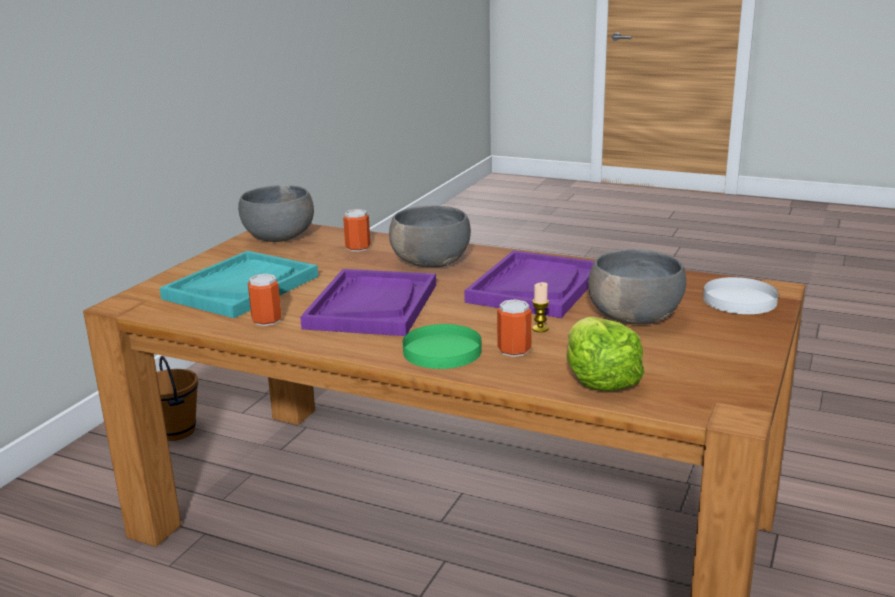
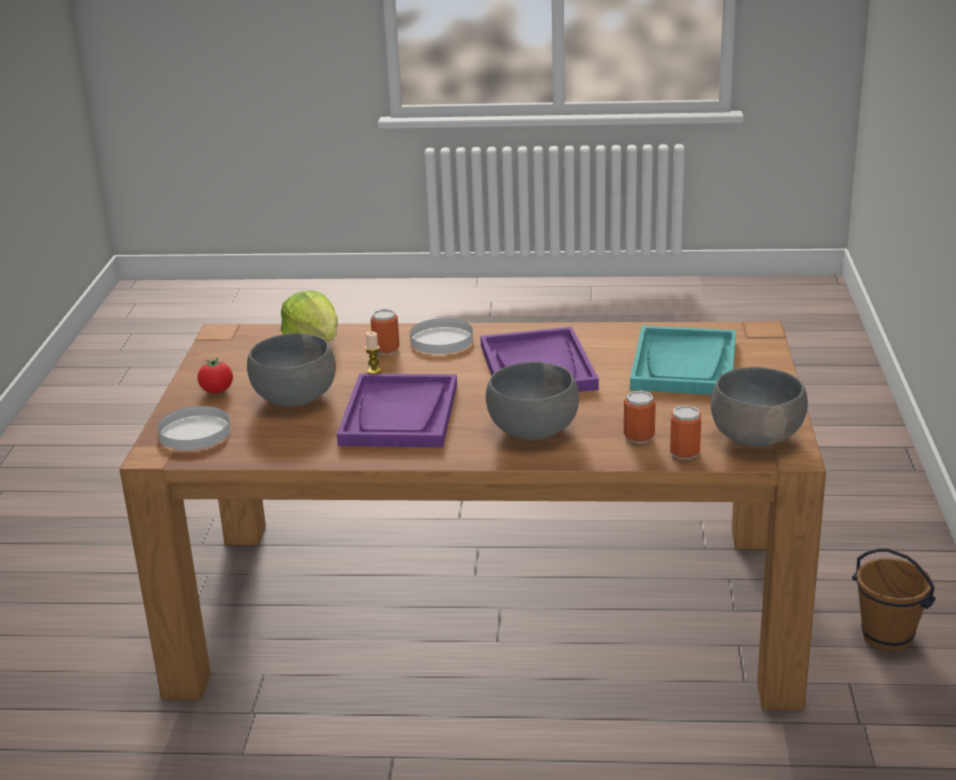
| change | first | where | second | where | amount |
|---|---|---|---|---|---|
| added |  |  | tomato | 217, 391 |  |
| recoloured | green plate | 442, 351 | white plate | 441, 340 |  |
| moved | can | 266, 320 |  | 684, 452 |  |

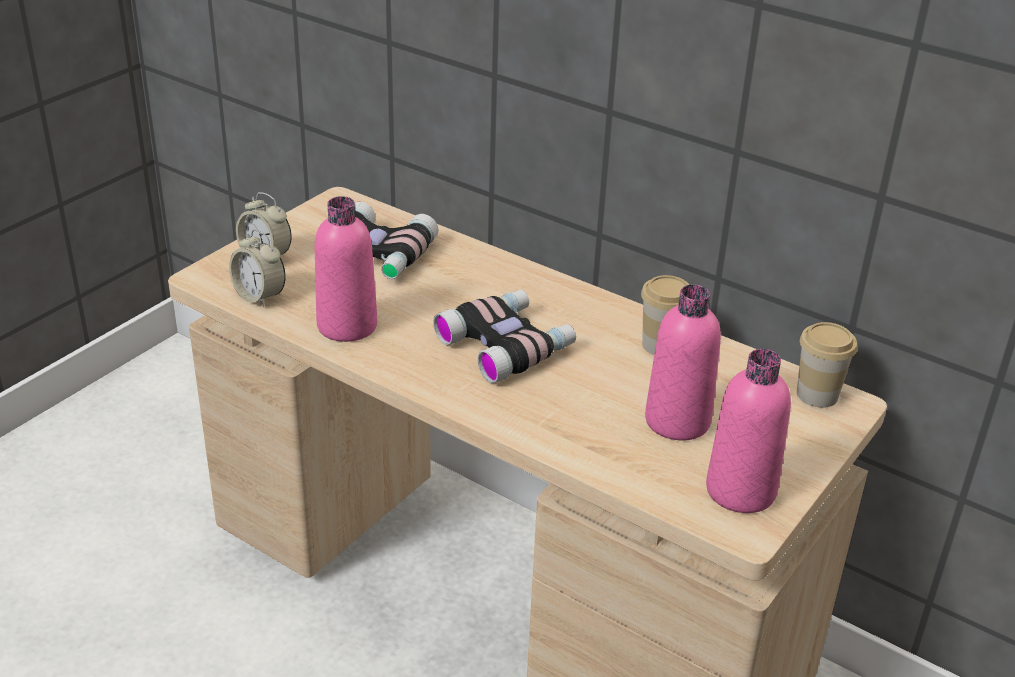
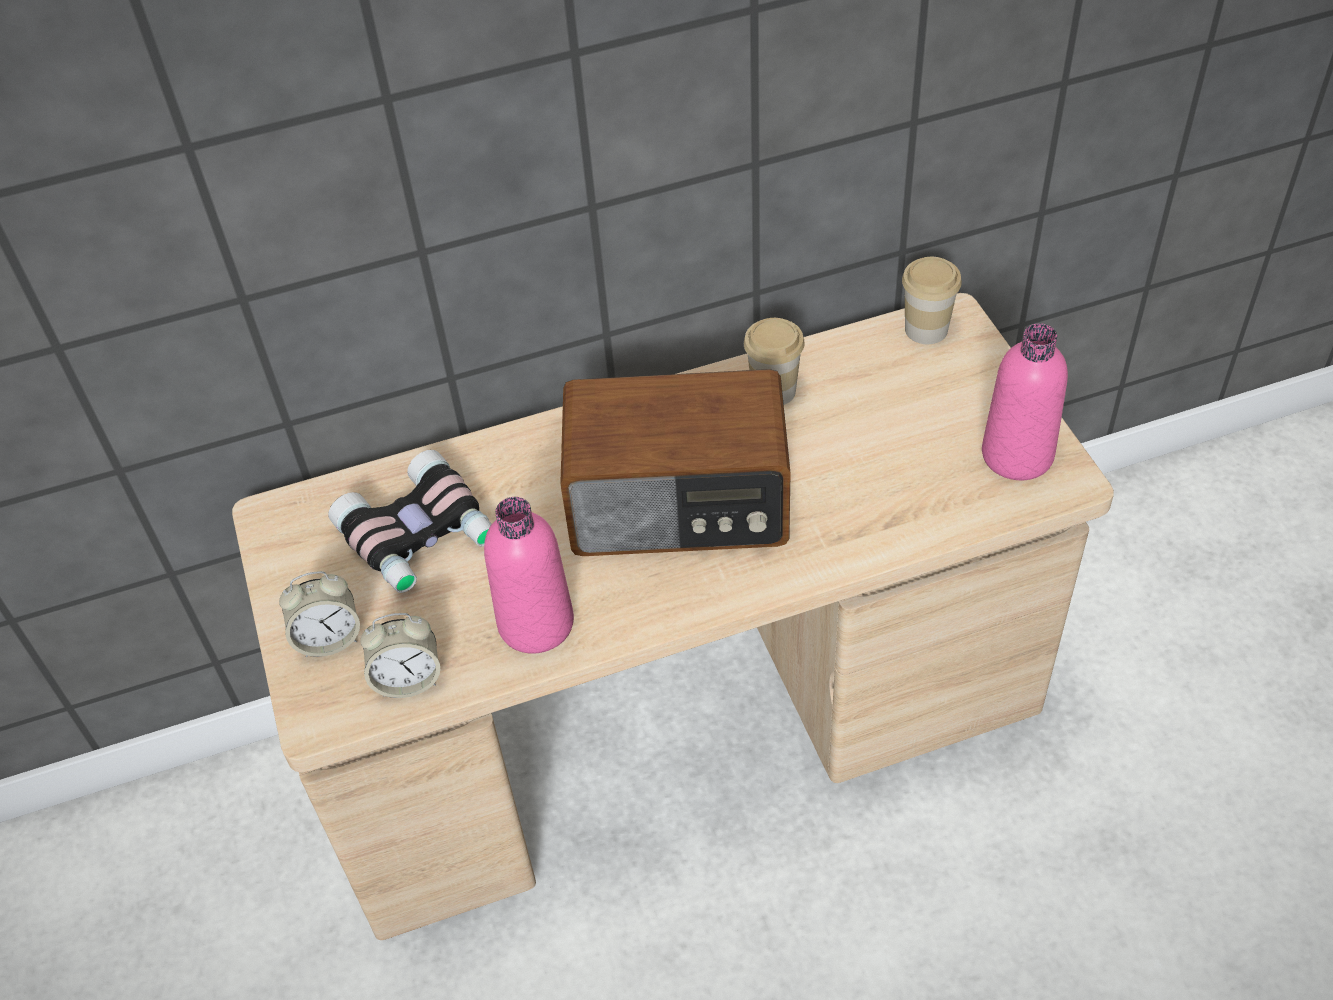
| change | first | where | second | where | amount |
|---|---|---|---|---|---|
| replaced | binoculars | 507, 345 | radio | 680, 505 |  |
| removed | pink bottle | 677, 421 |  |  |  |

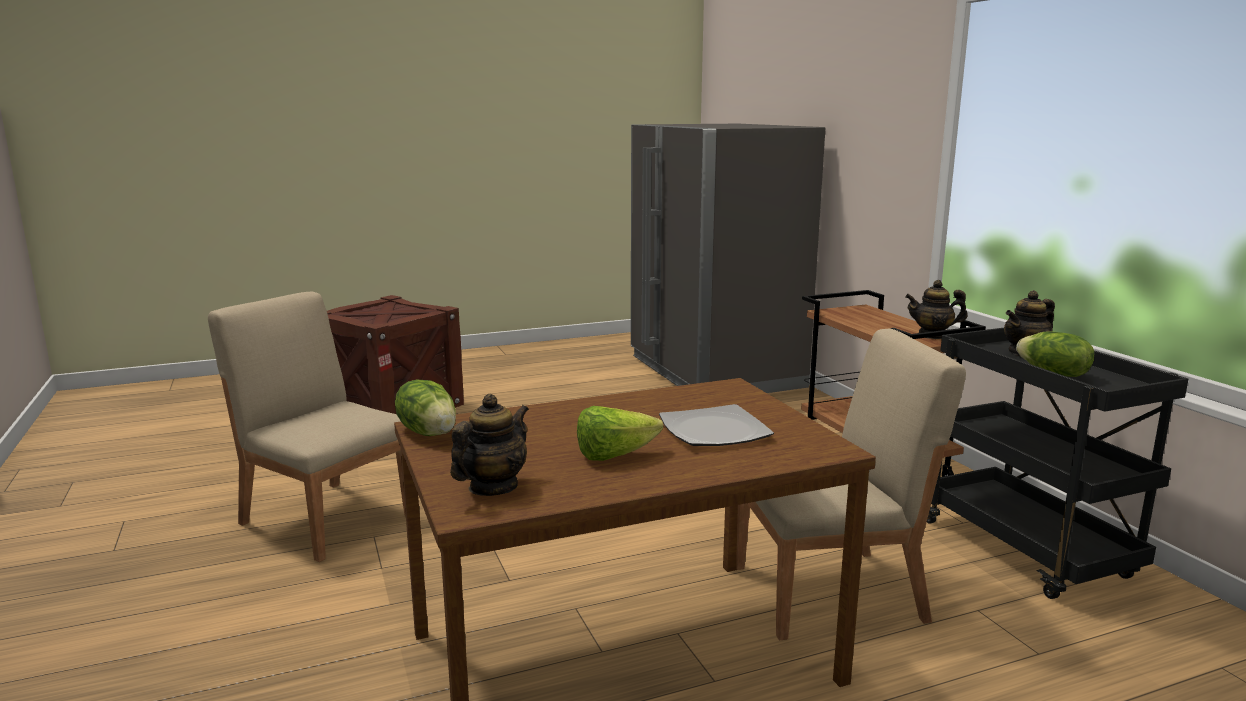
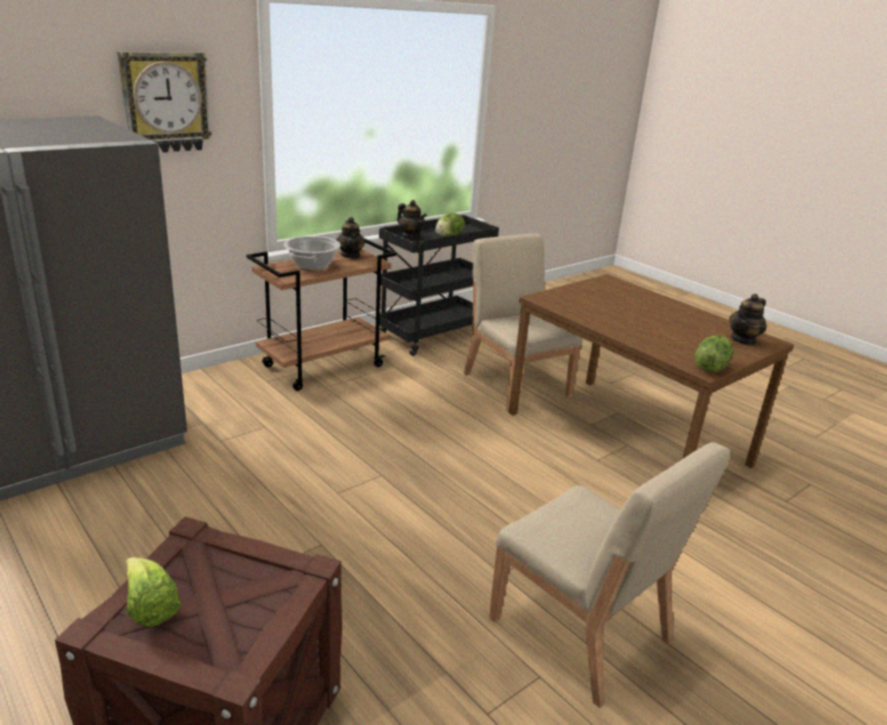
| change | first | where | second | where | amount |
|---|---|---|---|---|---|
| added |  |  | wall clock | 165, 102 |  |
| moved | lettuce | 614, 456 |  | 150, 608 |  |
| added |  |  | cooking pot | 312, 265 |  |
| turned | beige chair | 326, 518 |  | 581, 632 | 60 degrees counterclockwise |
| turned | teapot | 492, 487 |  | 743, 340 | 60 degrees counterclockwise |
| removed | plate | 715, 430 |  |  |  |

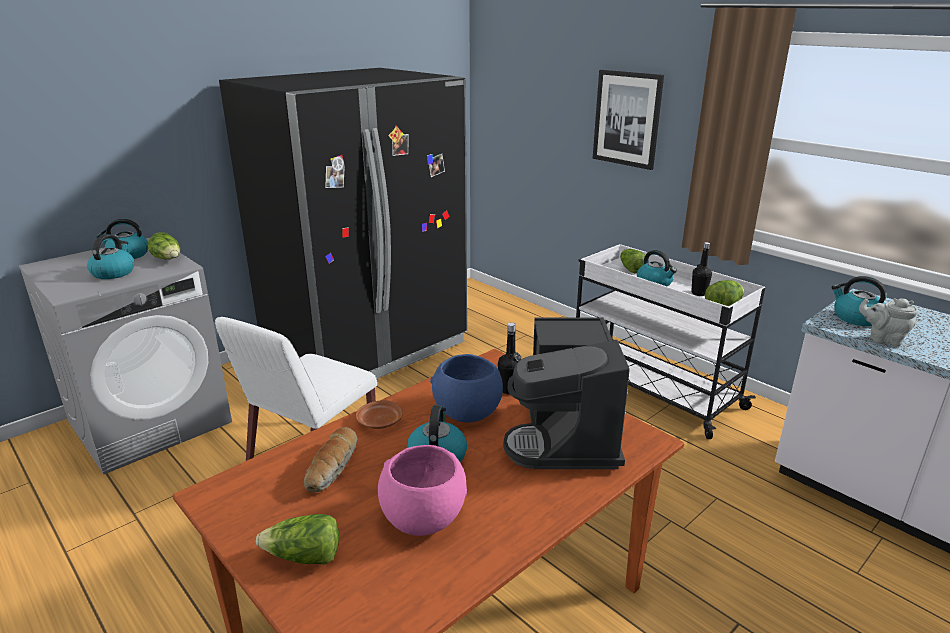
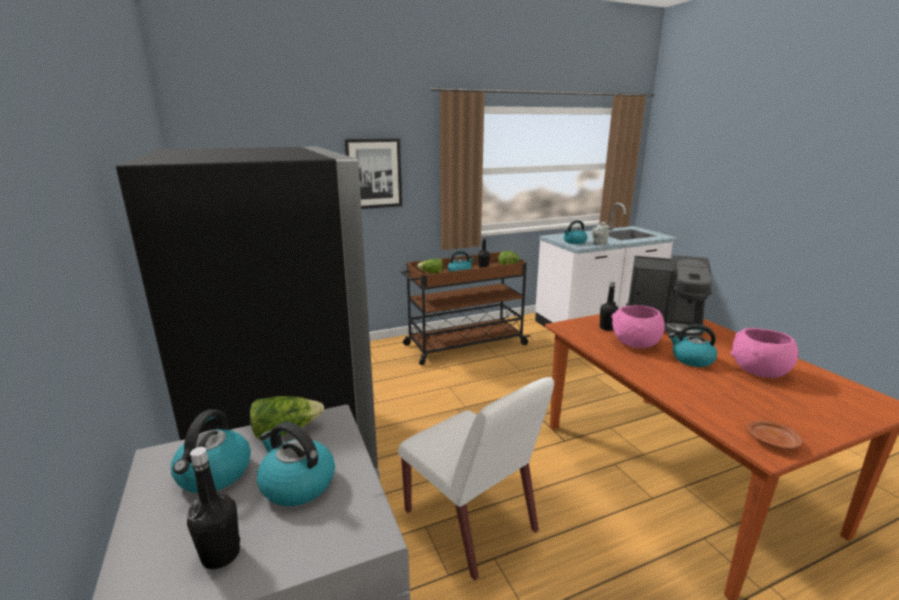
| change | first | where | second | where | amount |
|---|---|---|---|---|---|
| added |  |  | black bottle | 221, 555 |  |
| recoloured | white cart | 650, 388 | brown cart | 464, 345 |  |
| recoloured | blue bowl | 466, 411 | pink bowl | 635, 344 |  |
| moved | brown plate | 379, 422 |  | 772, 441 |  |
| removed | lettuce | 304, 557 |  |  |  |
| removed | bread | 333, 468 |  |  |  |

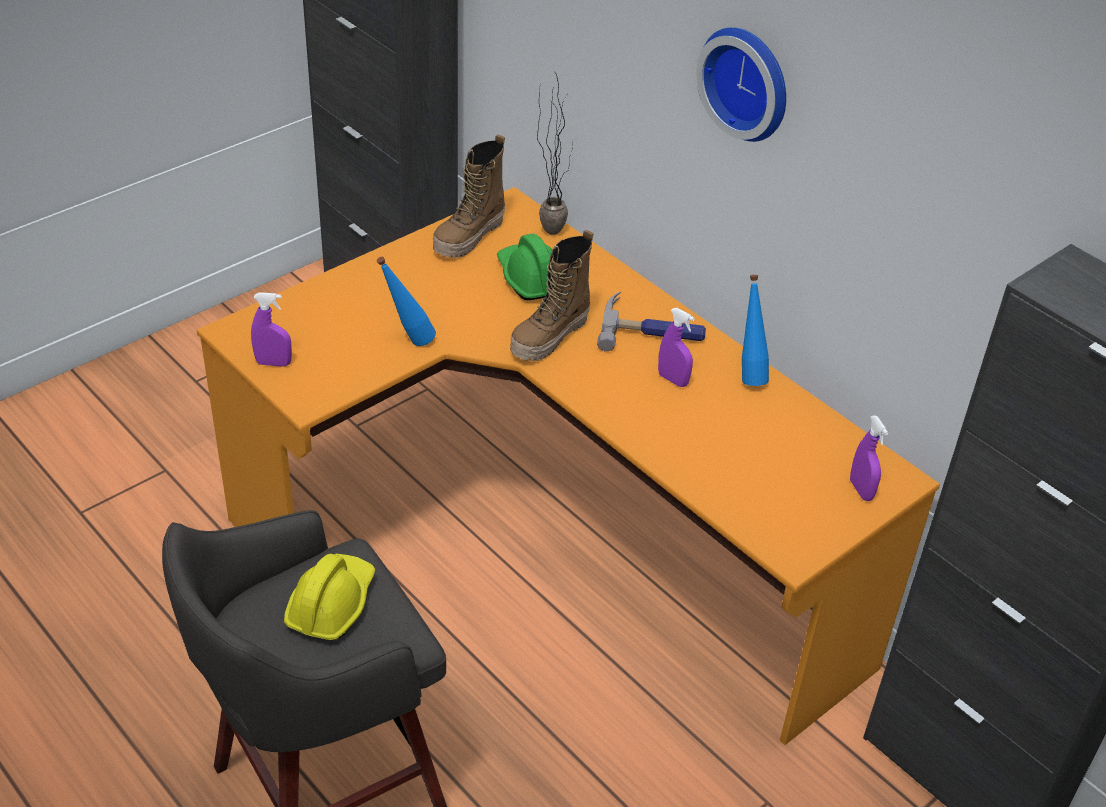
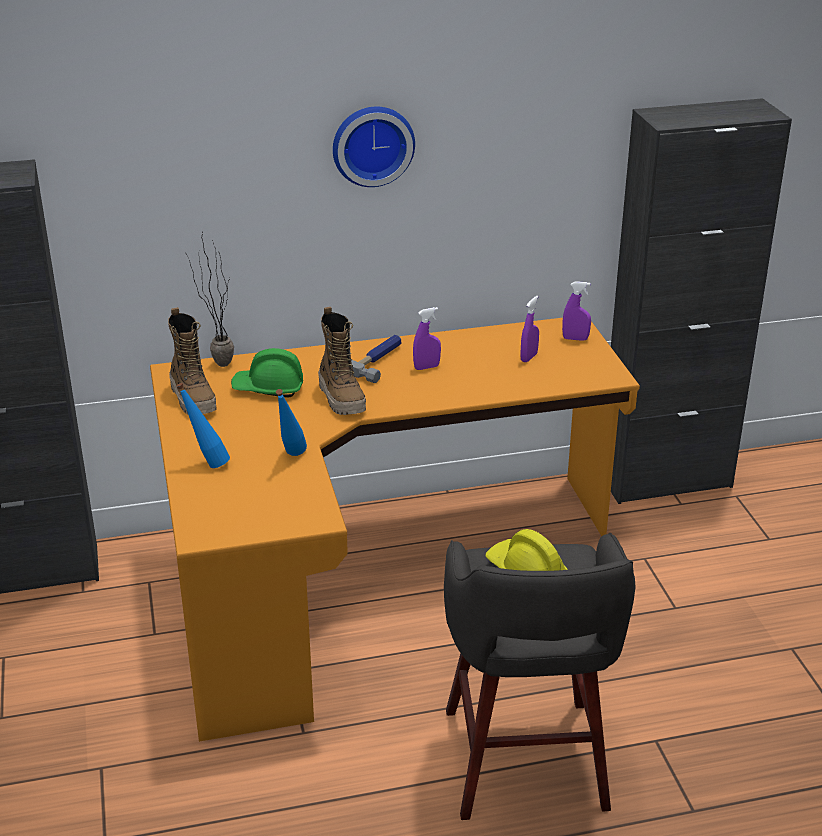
| change | first | where | second | where | amount |
|---|---|---|---|---|---|
| moved | blue bottle | 748, 374 |  | 207, 463 |  |
| moved | purple spray bottle | 273, 363 |  | 529, 357 |  |

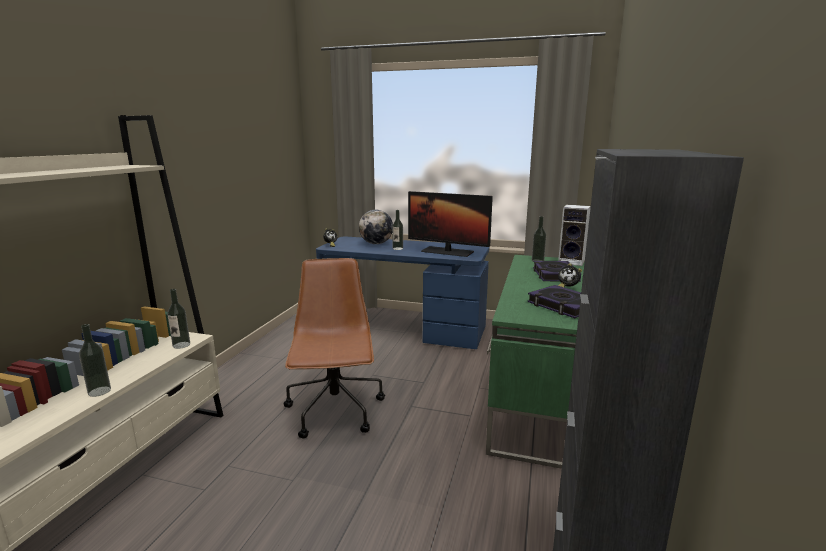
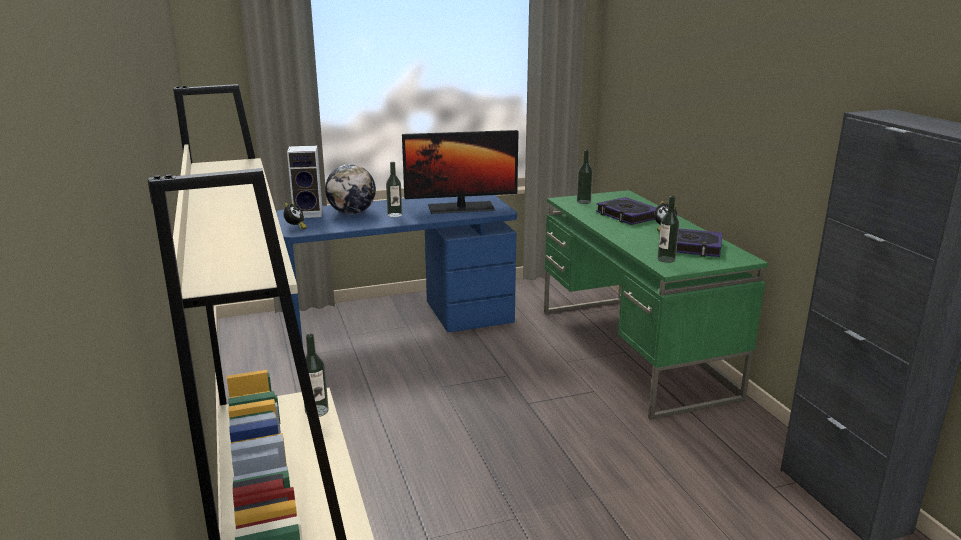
| change | first | where | second | where | amount |
|---|---|---|---|---|---|
| moved | speaker | 572, 262 |  | 309, 213 |  |
| moved | bottle | 99, 391 |  | 666, 259 |  |
| removed | brown office chair | 335, 411 |  |  |  |

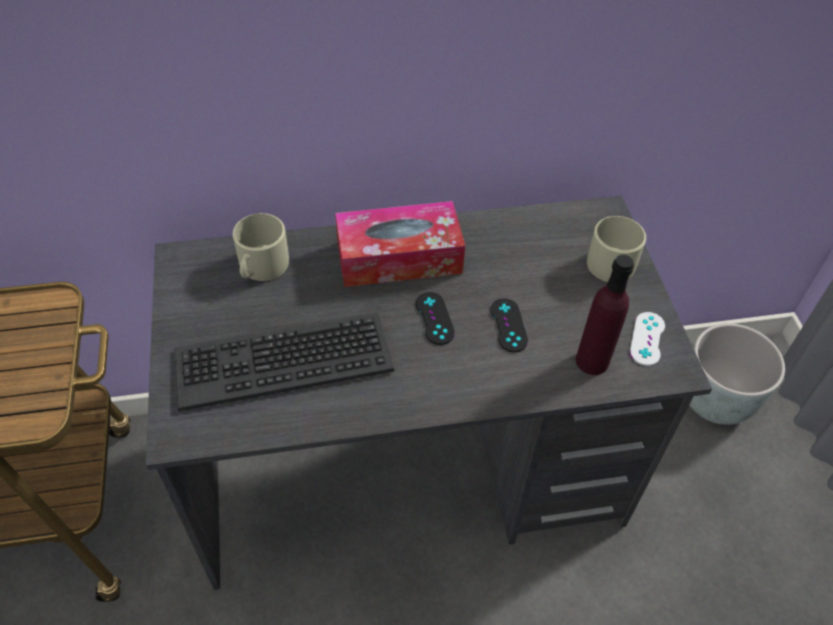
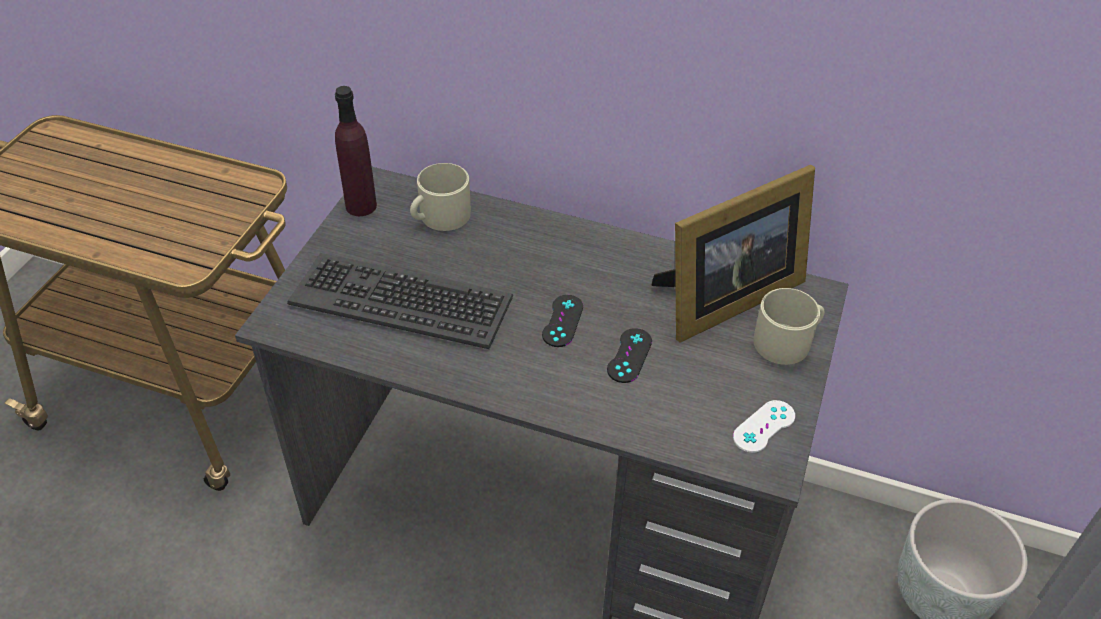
| change | first | where | second | where | amount |
|---|---|---|---|---|---|
| moved | purple bottle | 592, 361 |  | 361, 206 |  |
| added |  |  | picture frame | 724, 299 |  |
| removed | tissue box | 399, 257 |  |  |  |

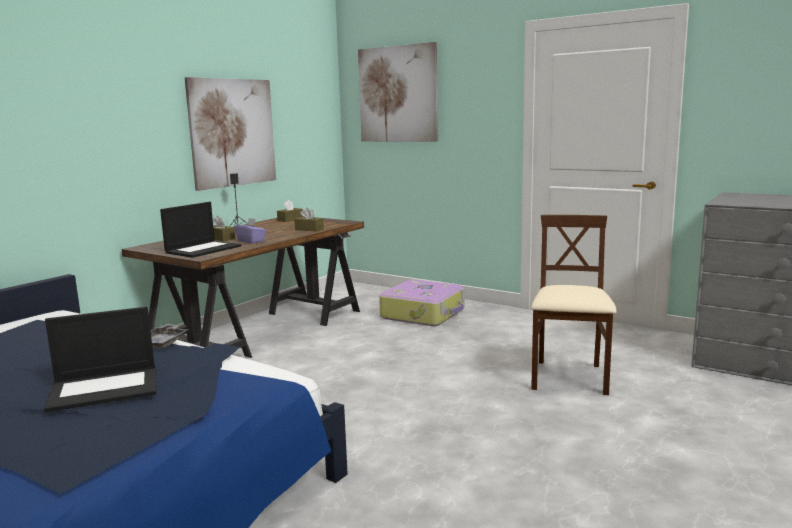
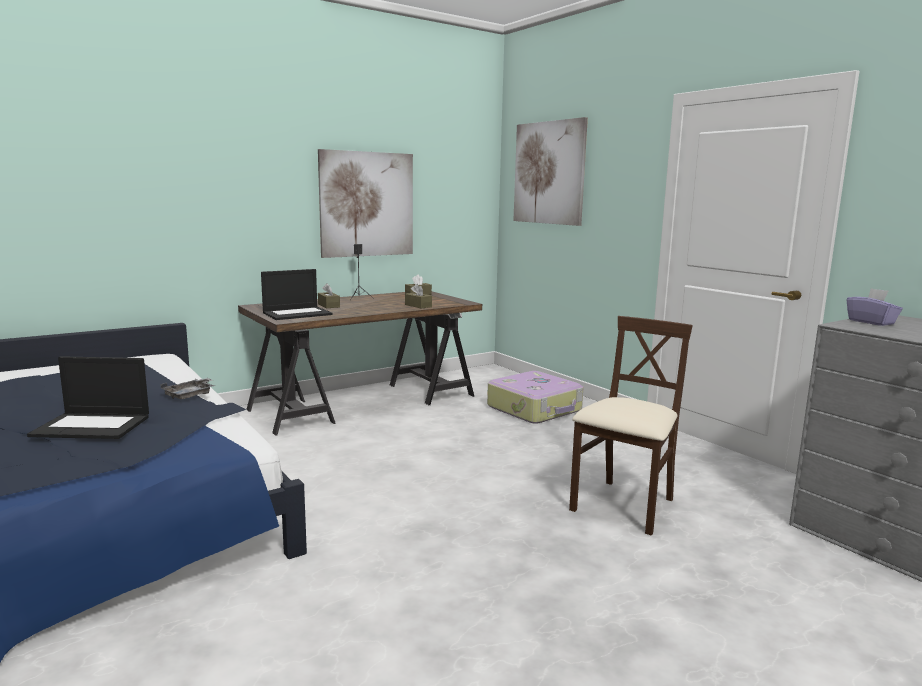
| change | first | where | second | where | amount |
|---|---|---|---|---|---|
| moved | purple tissue box | 251, 241 |  | 871, 322 |  |

